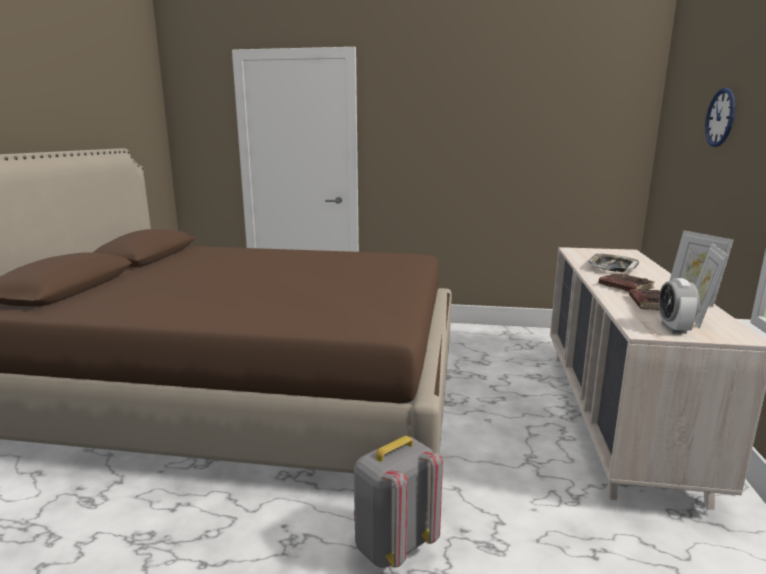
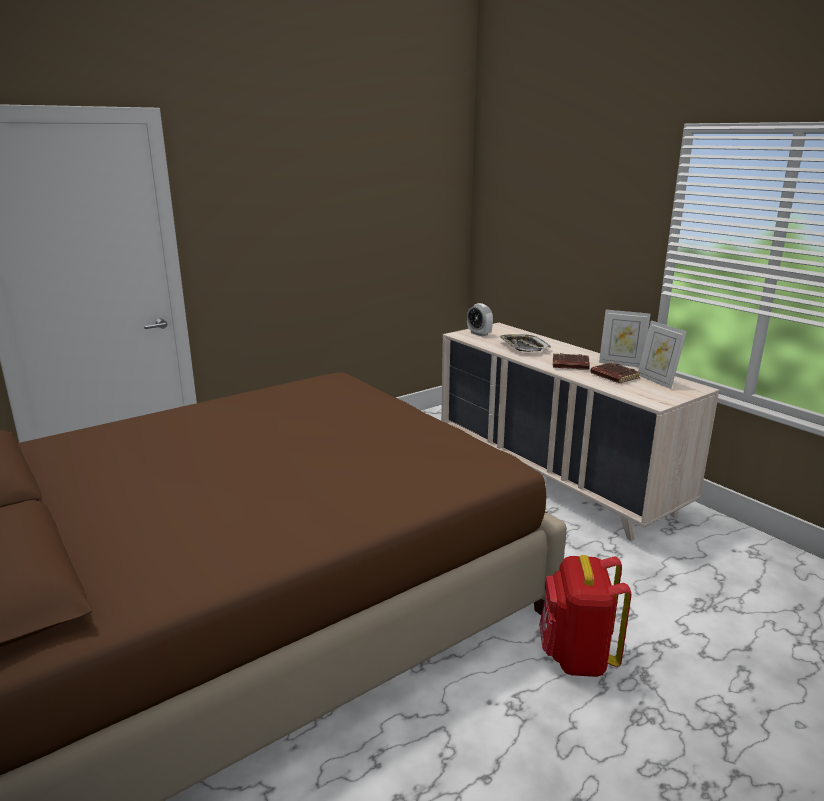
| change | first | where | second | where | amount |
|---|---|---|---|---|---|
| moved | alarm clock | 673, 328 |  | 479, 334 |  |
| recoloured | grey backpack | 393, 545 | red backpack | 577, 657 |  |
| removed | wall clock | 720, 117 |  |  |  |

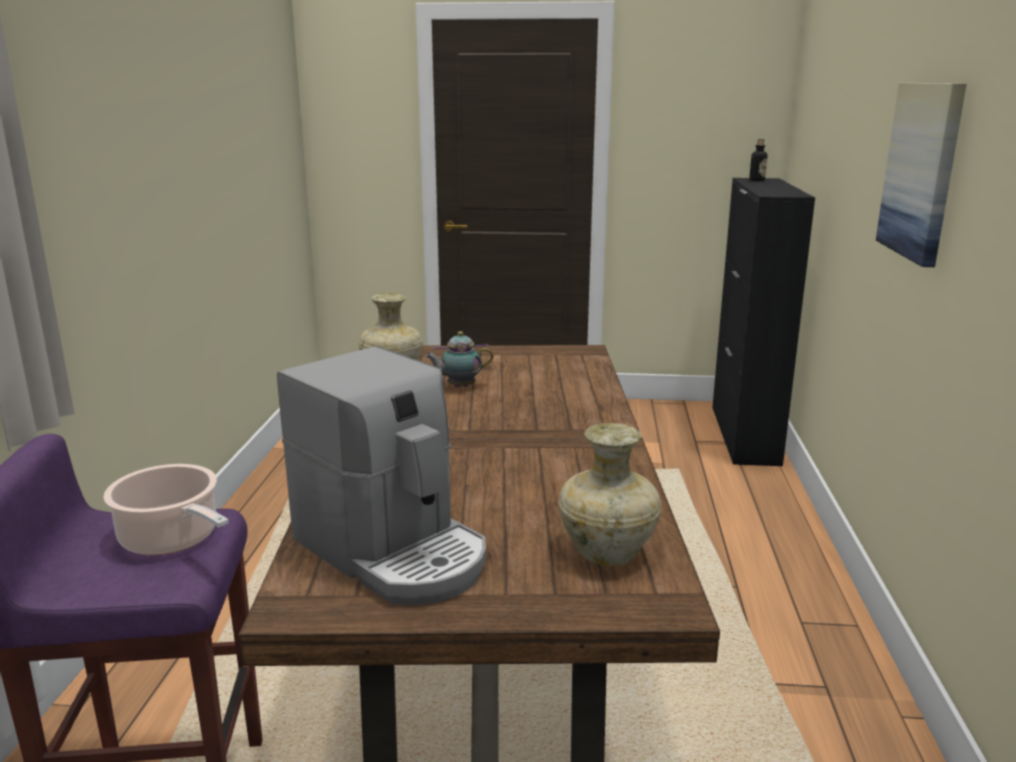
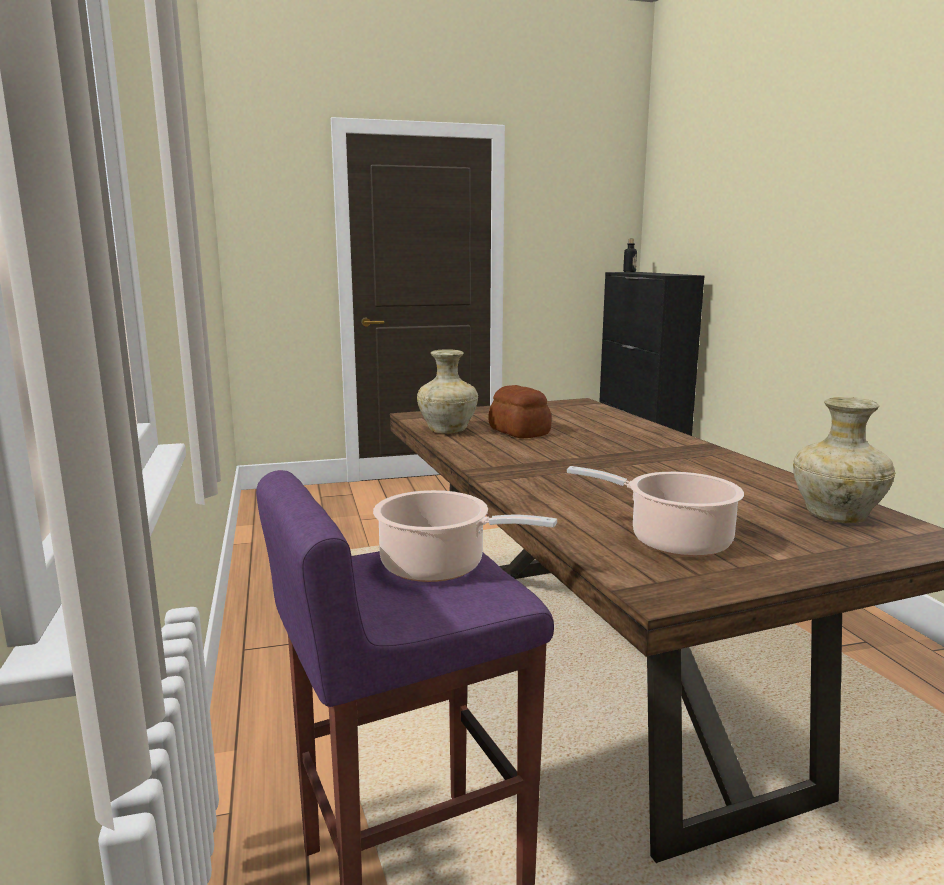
| change | first | where | second | where | amount |
|---|---|---|---|---|---|
| replaced | teapot | 459, 387 | bread | 519, 432 |  |
| replaced | coffee machine | 394, 552 | cooking pot | 673, 541 |  |
| removed | picture | 922, 170 |  |  |  |

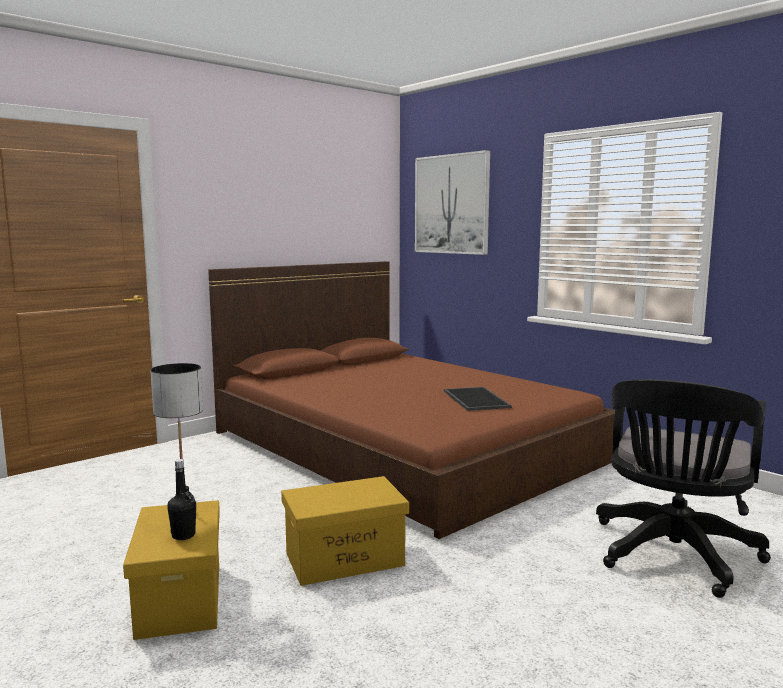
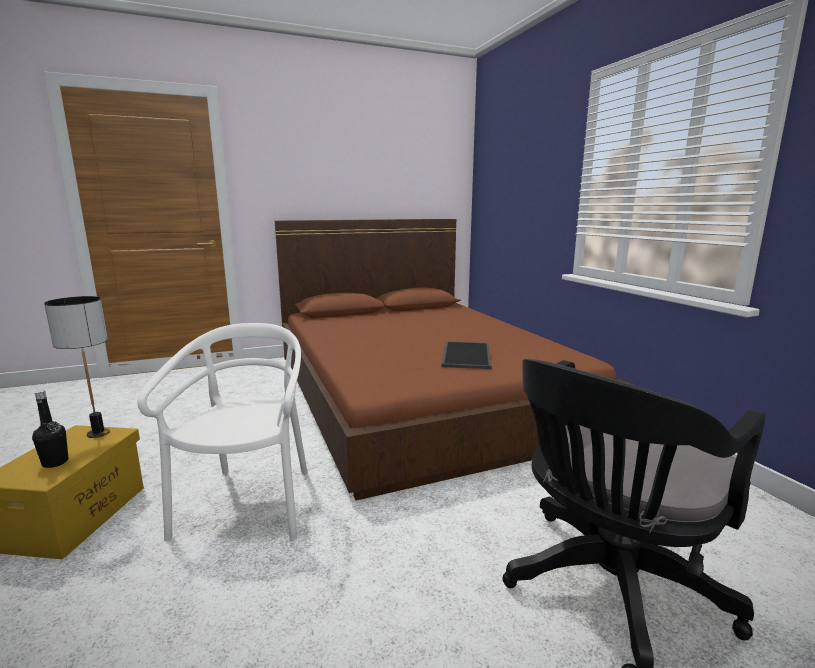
| change | first | where | second | where | amount |
|---|---|---|---|---|---|
| replaced | yellow storage box | 345, 559 | white chair | 249, 504 |  |
| removed | picture | 451, 204 |  |  |  |

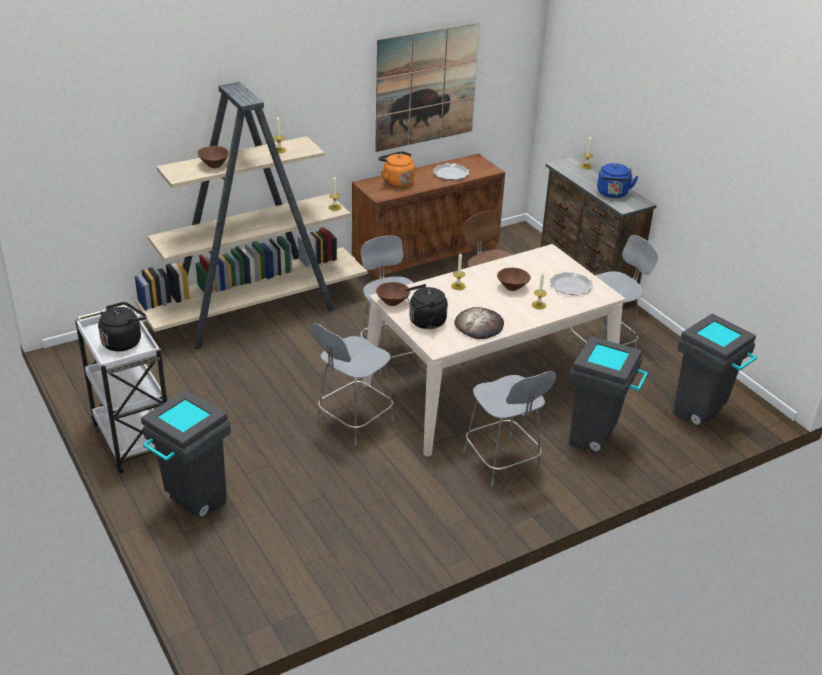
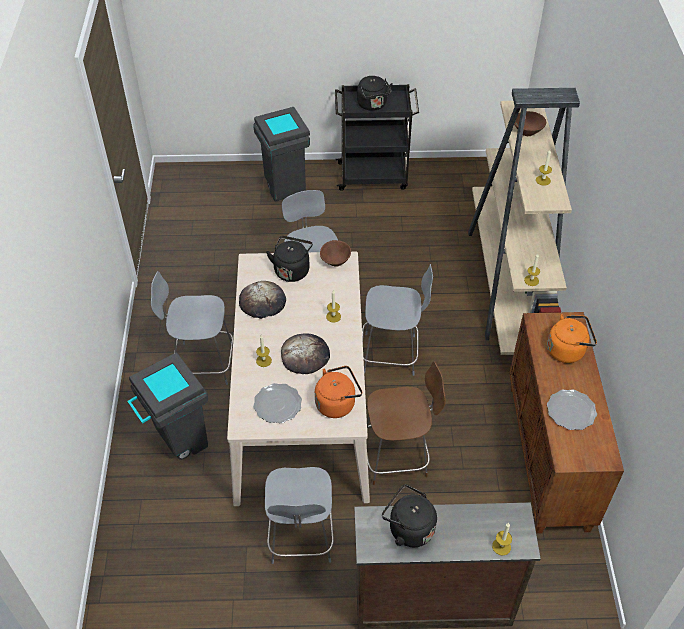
| change | first | where | second | where | amount |
|---|---|---|---|---|---|
| replaced | brown bowl | 512, 287 | bread | 305, 355 |  |
| added |  |  | orange kettle | 337, 403 |  |
| recoloured | white cart | 132, 437 | black cart | 374, 176 |  |
| recoloured | blue kettle | 612, 194 | black kettle | 408, 528 |  |
| removed | picture | 426, 87 |  |  |  |
| removed | grey trash can | 701, 416 |  |  |  |

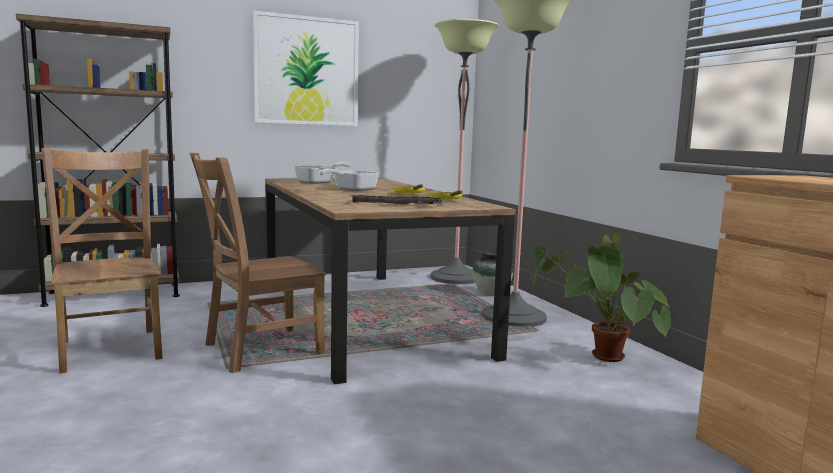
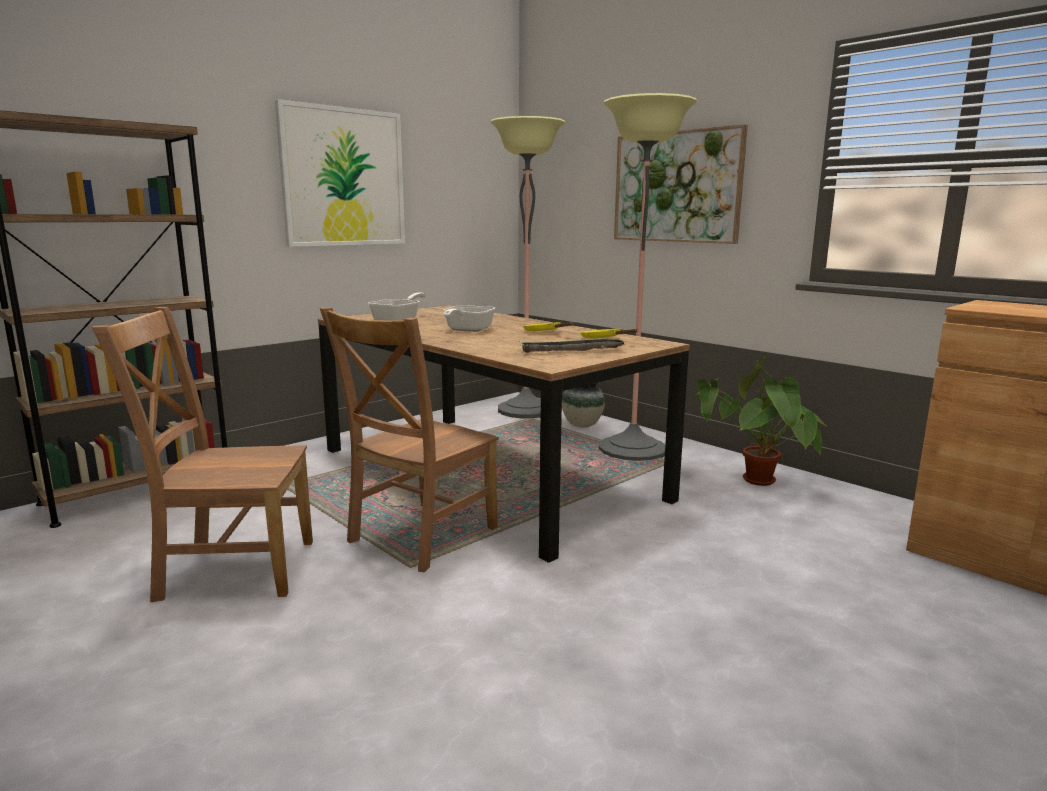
| change | first | where | second | where | amount |
|---|---|---|---|---|---|
| turned | brown chair | 110, 347 |  | 231, 568 | 45 degrees counterclockwise |
| added |  |  | picture | 676, 187 |  |

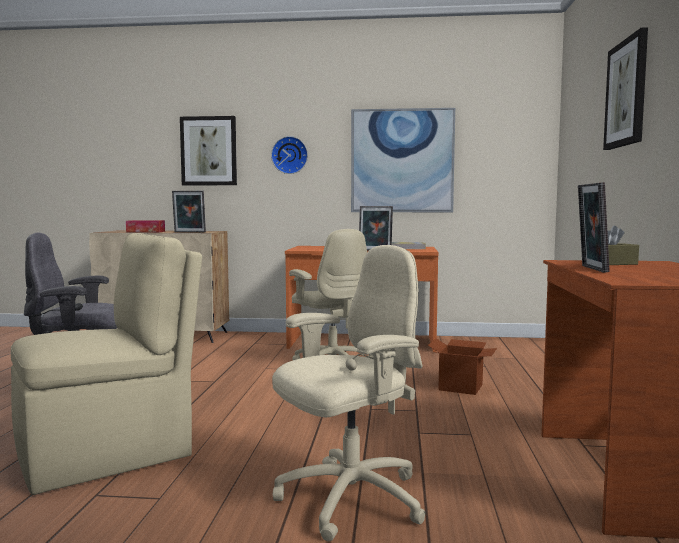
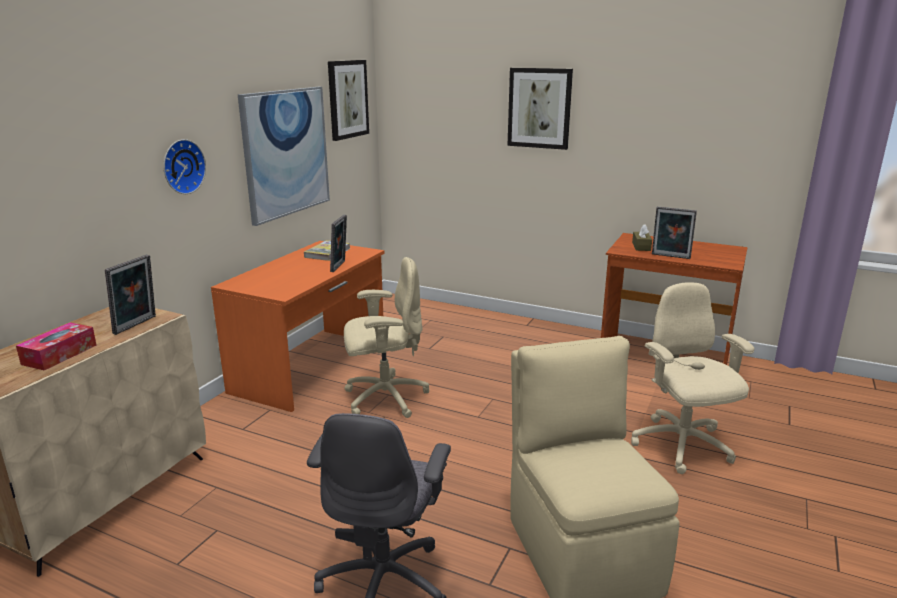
| change | first | where | second | where | amount |
|---|---|---|---|---|---|
| moved | picture | 209, 151 |  | 347, 99 |  |
| removed | cardboard box | 460, 387 |  |  |  |

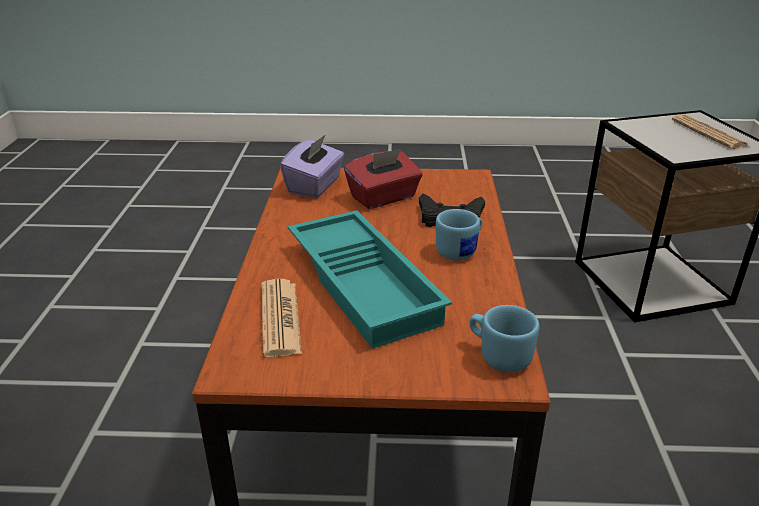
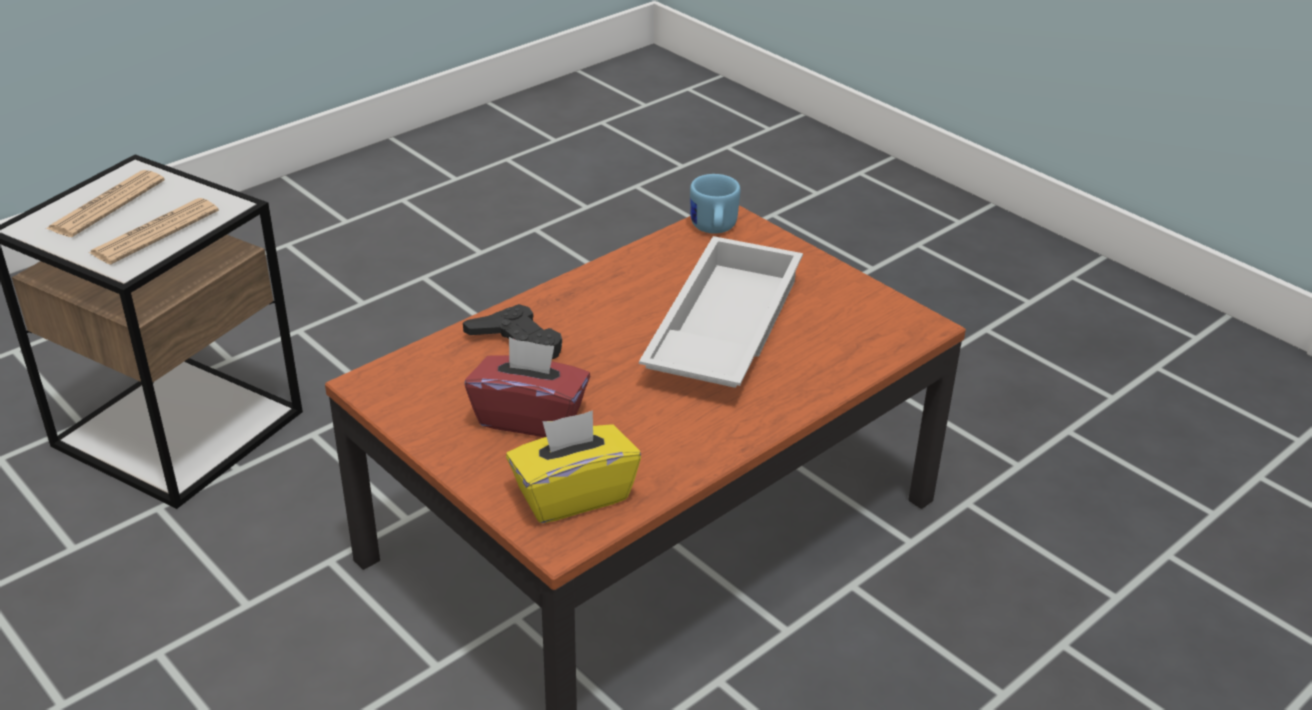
| change | first | where | second | where | amount |
|---|---|---|---|---|---|
| moved | newspaper | 280, 318 |  | 155, 232 |  |
| recoloured | purple tissue box | 315, 186 | yellow tissue box | 573, 494 |  |
| recoloured | turquoise tray | 366, 284 | white tray | 721, 329 |  |
| removed | blue mug | 461, 251 |  |  |  |

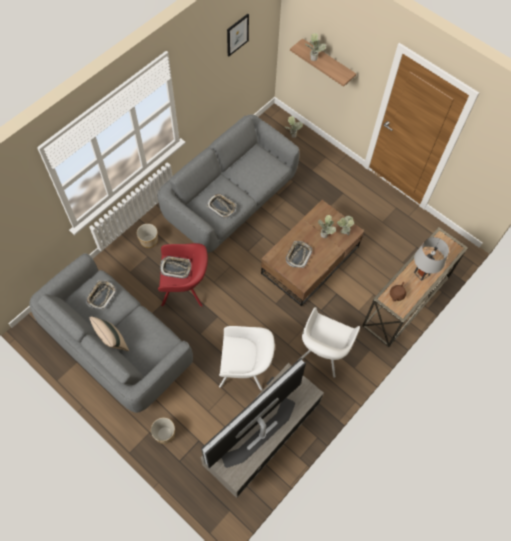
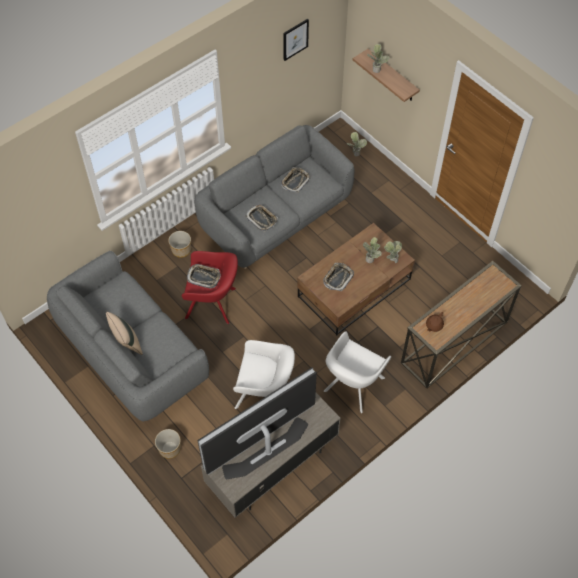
| change | first | where | second | where | amount |
|---|---|---|---|---|---|
| moved | tray | 101, 296 |  | 295, 181 |  |
| removed | grey table lamp | 421, 273 |  |  |  |

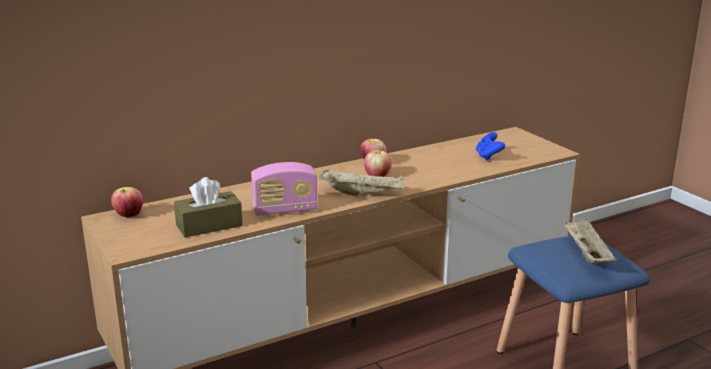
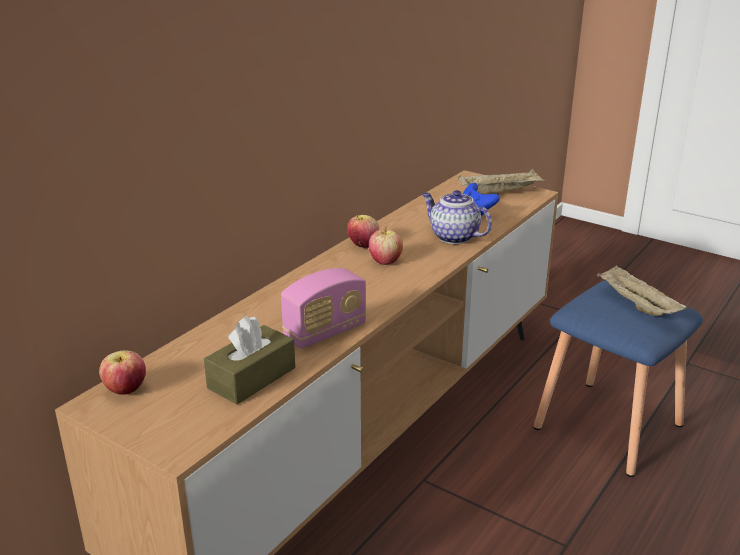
| change | first | where | second | where | amount |
|---|---|---|---|---|---|
| added |  |  | teapot | 453, 236 |  |
| moved | beige tray | 363, 194 |  | 501, 193 |  |

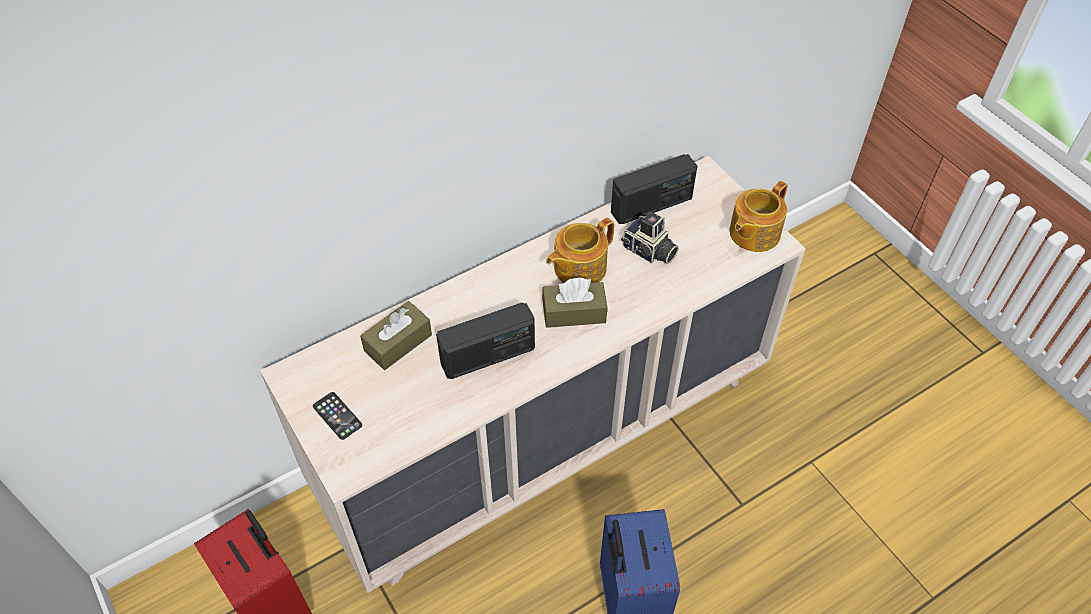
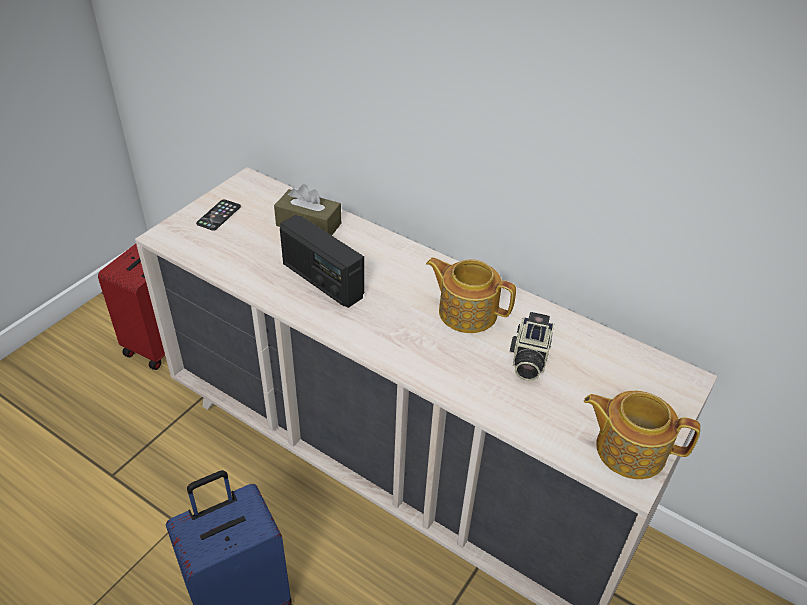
| change | first | where | second | where | amount |
|---|---|---|---|---|---|
| removed | brown tissue box | 574, 312 |  |  |  |
| removed | radio | 651, 205 |  |  |  |

